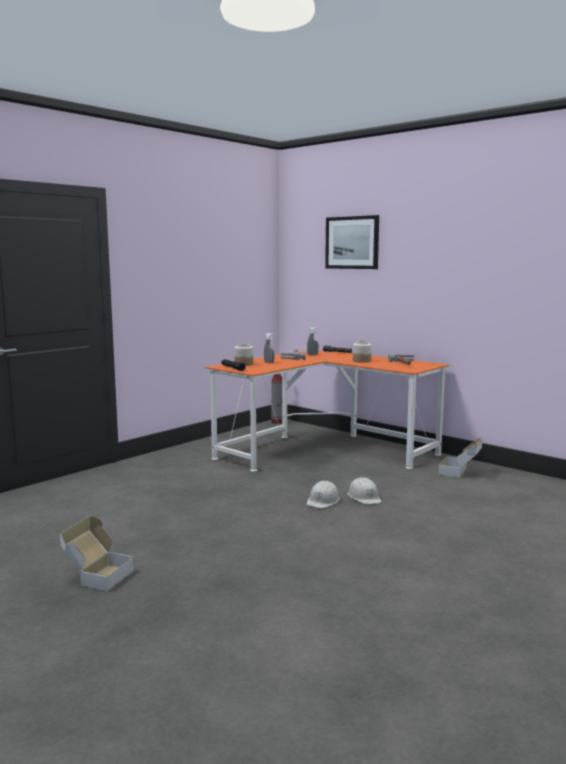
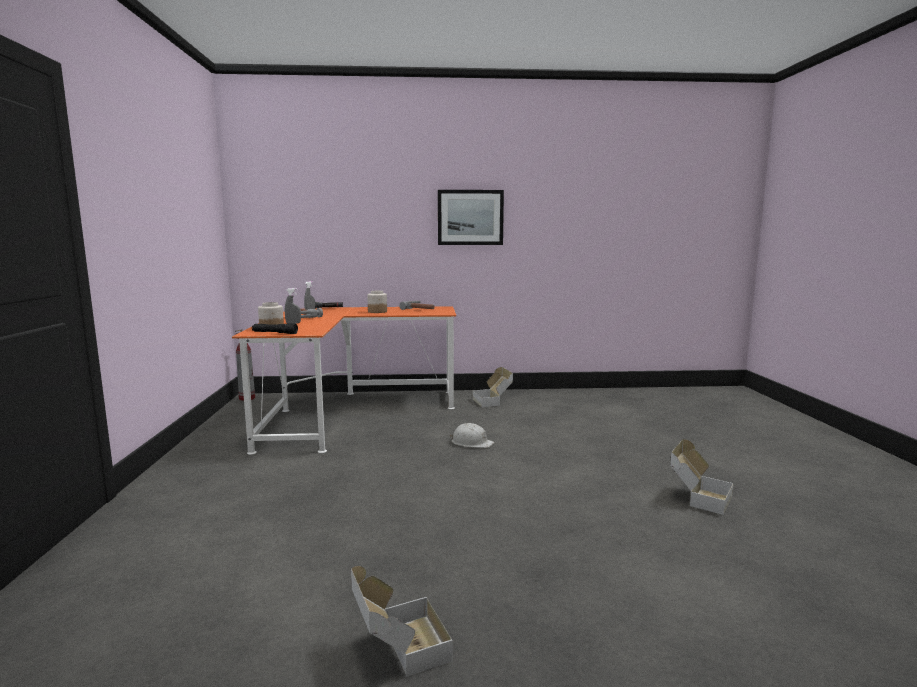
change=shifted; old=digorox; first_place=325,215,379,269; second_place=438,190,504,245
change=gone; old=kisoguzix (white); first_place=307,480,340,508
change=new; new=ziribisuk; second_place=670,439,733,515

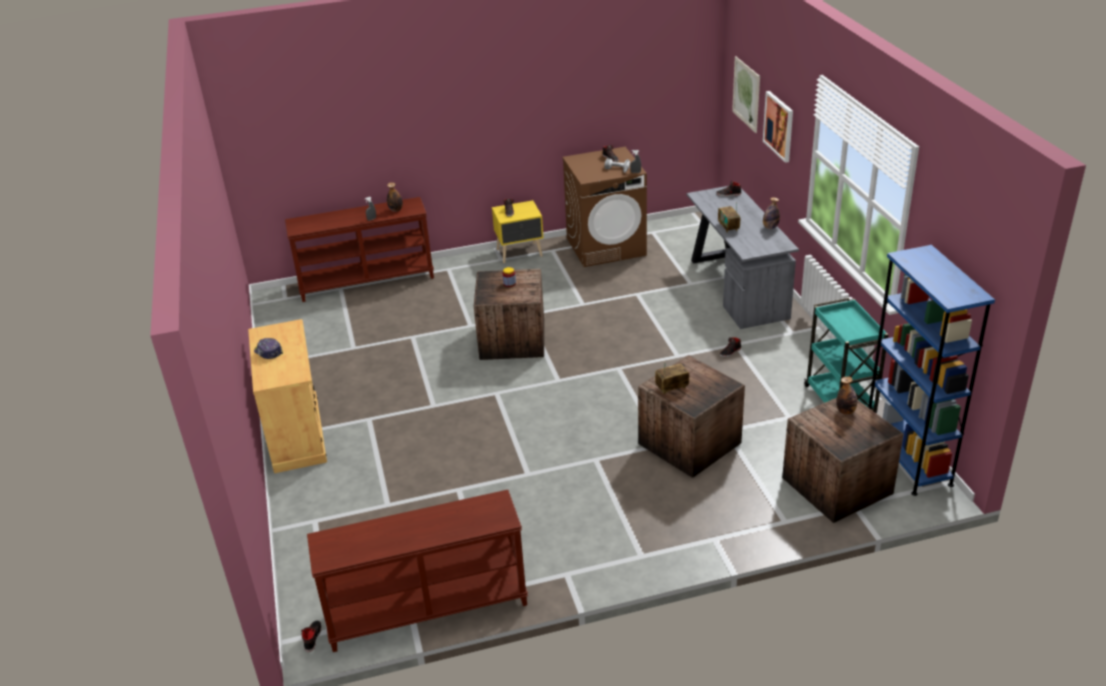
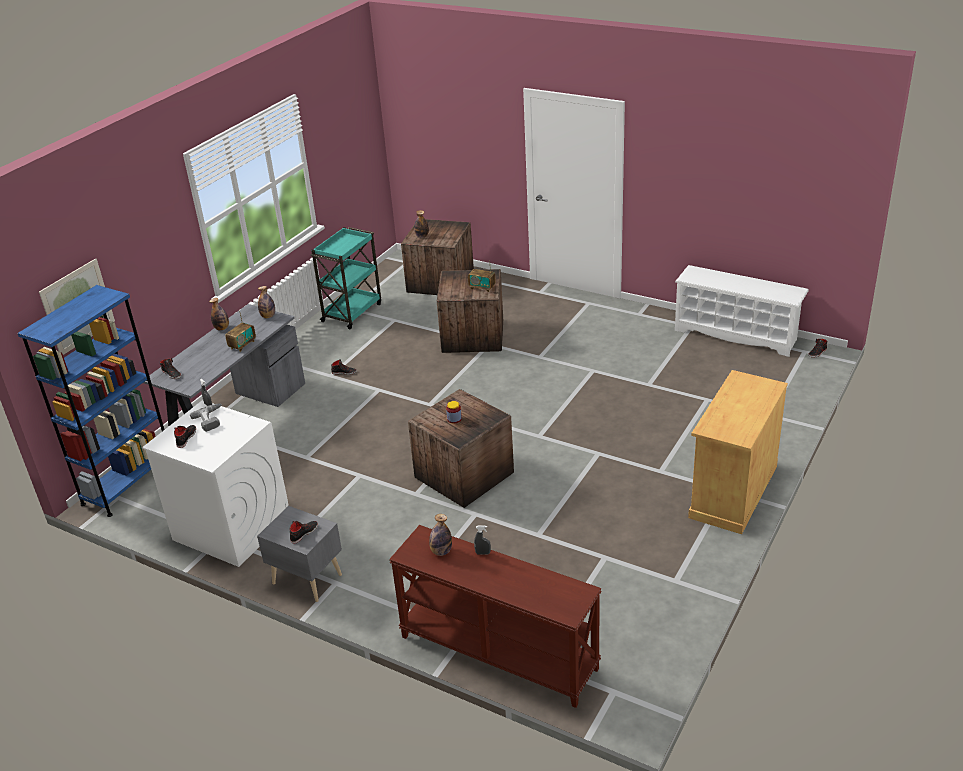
change=gone; old=digorox; first_place=763,91,793,163
change=repainted; old=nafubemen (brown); new=nafubemen (white); first_place=562,147,647,267; second_place=142,400,289,567
change=repainted; old=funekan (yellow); new=funekan (grey); first_place=492,200,543,263; second_place=257,506,342,602
change=shifted; old=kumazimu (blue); first_place=868,245,995,496; second_place=17,285,165,517
change=gone; old=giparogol; first_place=254,338,283,359
change=swapped; old=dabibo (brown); new=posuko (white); first_place=307,490,528,652; second_place=675,265,809,357
change=new; new=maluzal; second_place=258,286,275,318

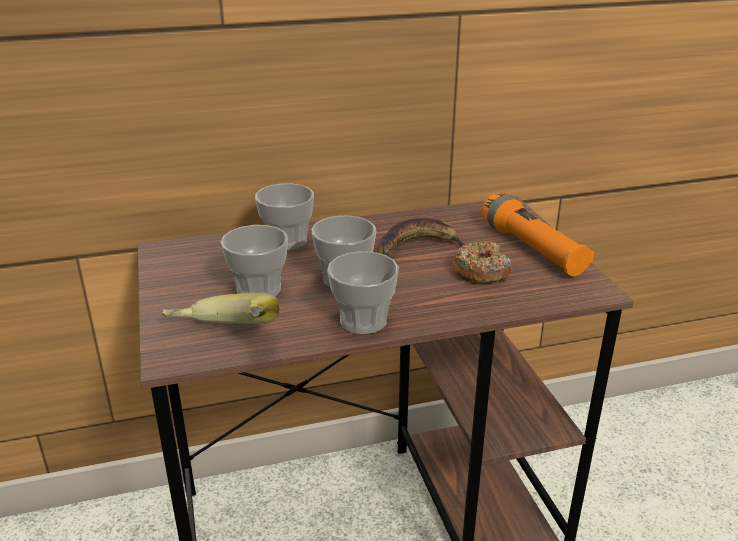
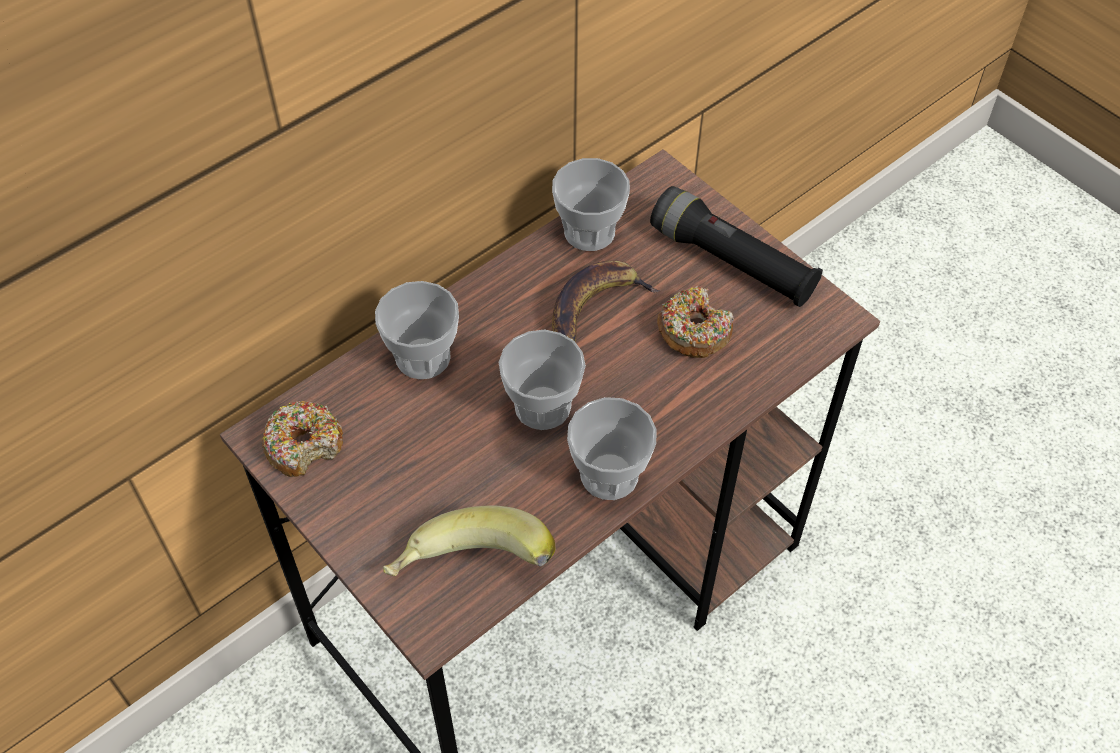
change=repainted; old=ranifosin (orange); new=ranifosin (black); first_place=482,192,594,276; second_place=650,186,823,307
change=shifted; old=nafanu; first_place=221,225,288,296; second_place=552,158,630,251
change=new; new=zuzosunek; second_place=262,401,343,477

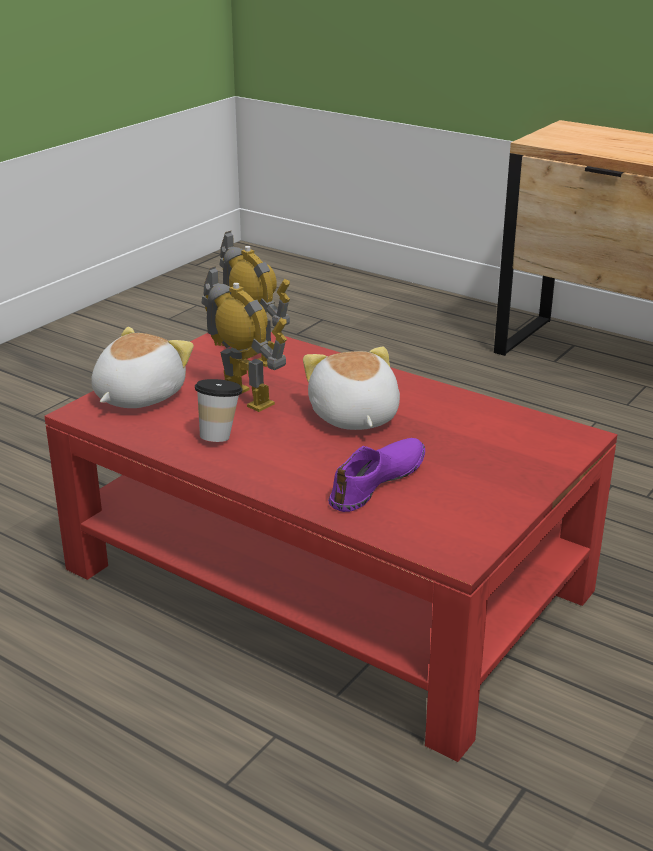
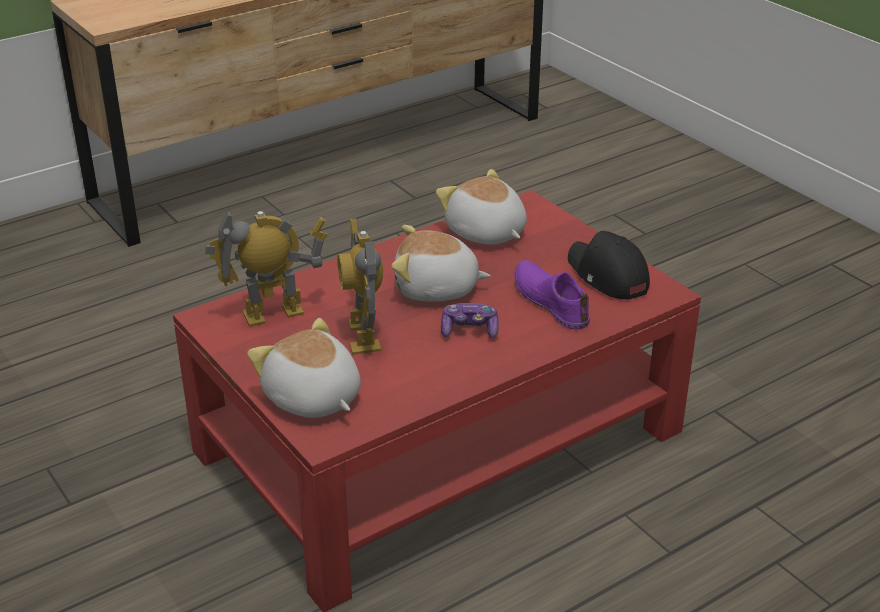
change=rotated; old=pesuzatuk; first_place=201,266,287,412; second_place=337,219,383,355; degrees=-75
change=gone; old=nafanu; first_place=195,379,243,442
change=new; new=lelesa; second_place=436,169,527,245
change=new; new=giparogol (black); second_place=568,231,650,300
change=new; new=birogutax; second_place=441,303,499,339

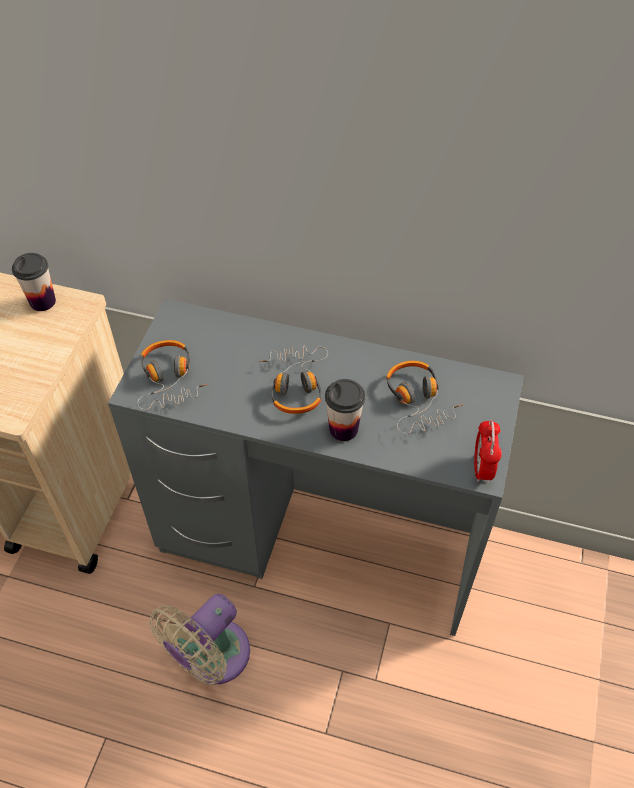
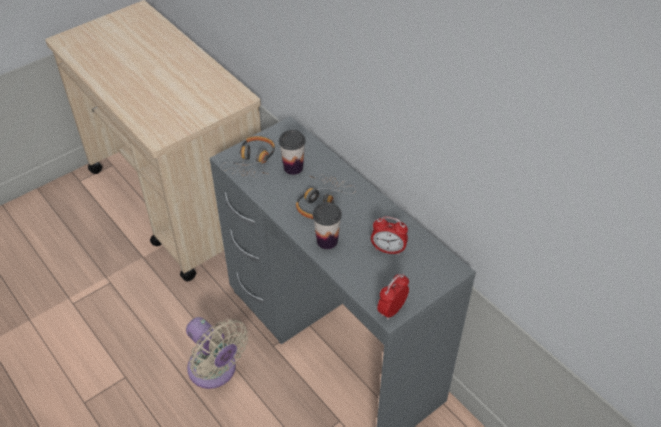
change=shifted; old=nafanu; first_place=12,253,56,311; second_place=279,130,305,175
change=swapped; old=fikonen; new=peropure; first_place=386,361,463,434; second_place=371,216,408,255
change=rotated; old=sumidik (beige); first_place=149,594,250,685; second_place=186,317,248,389; degrees=-120

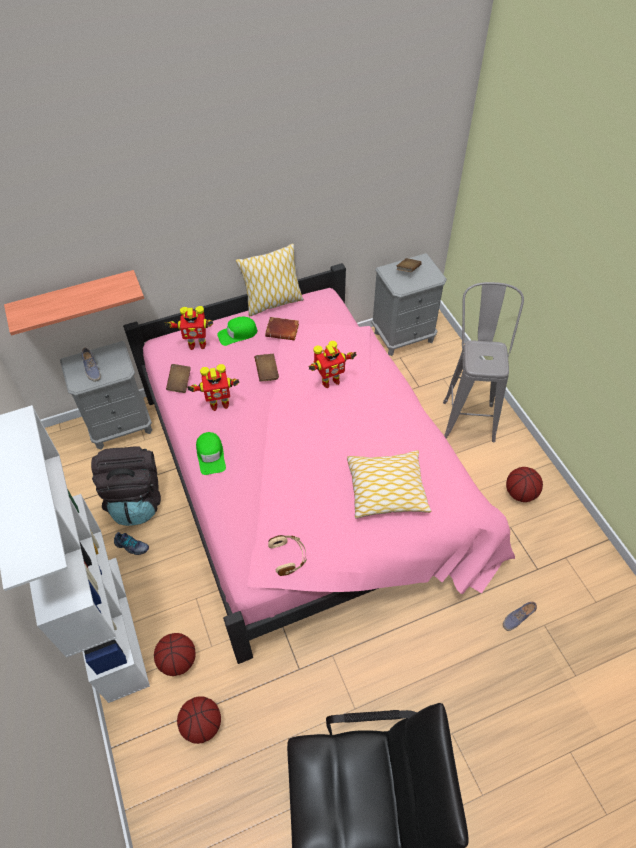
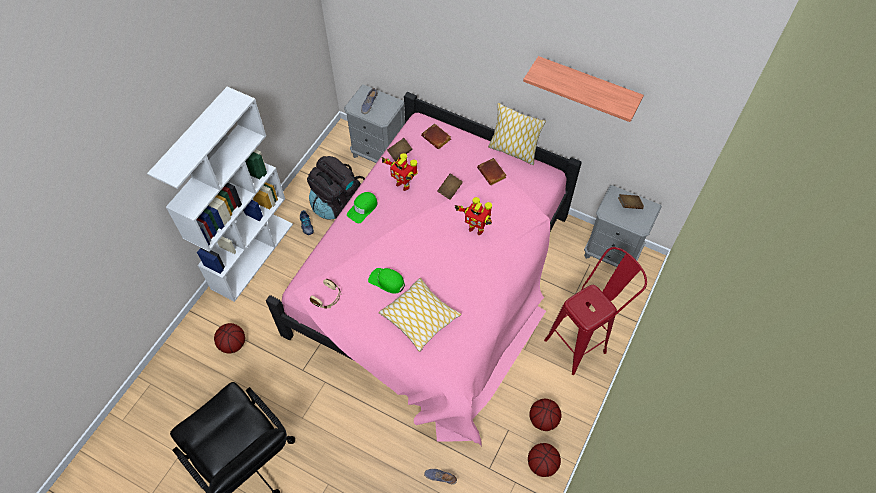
change=shifted; old=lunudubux; first_place=4,270,144,336; second_place=523,56,644,122
change=repainted; old=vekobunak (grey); new=vekobunak (red); first_place=443,282,524,442; second_place=544,247,647,375
change=swapped; old=pesuzatuk; new=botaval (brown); first_place=164,306,213,350; second_place=421,123,451,149
change=shifted; old=giparogol (green); first_place=217,317,257,346; second_place=368,268,405,294
change=shifted; old=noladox; first_place=154,633,196,676; second_place=528,443,561,477

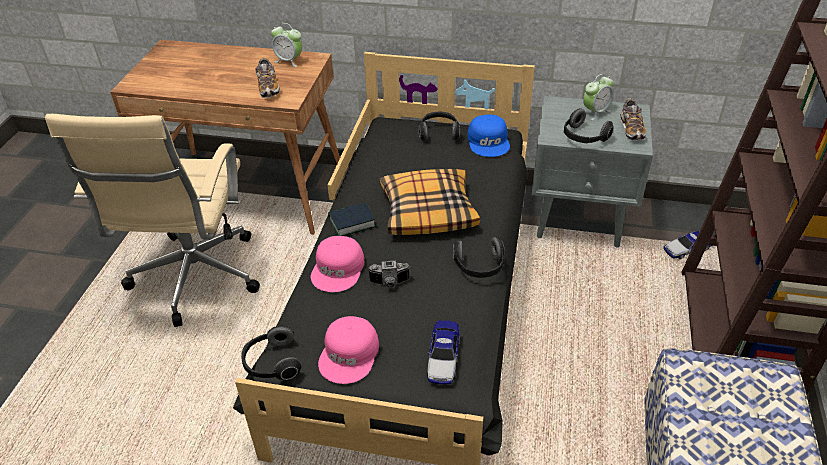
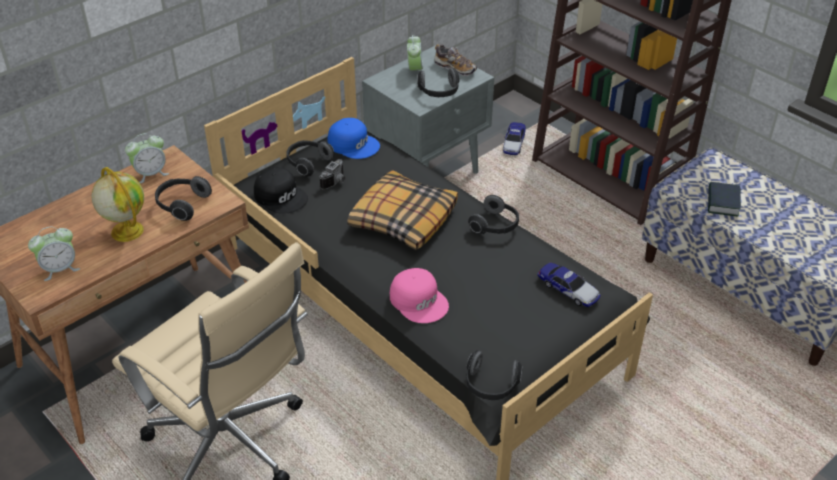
change=swapped; old=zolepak; new=fikonen; first_place=255,58,280,98; second_place=155,176,212,221
change=shifted; old=botaval; first_place=328,202,377,236; second_place=708,182,741,216
change=shifted; old=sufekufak; first_place=368,261,411,288; second_place=320,159,345,189
change=gone; old=giparogol (pink); first_place=318,316,379,384
change=new; new=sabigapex; second_place=91,167,144,242
change=new; new=giparogol (black); second_place=254,168,308,214
change=new; new=peropure; second_place=28,226,80,281

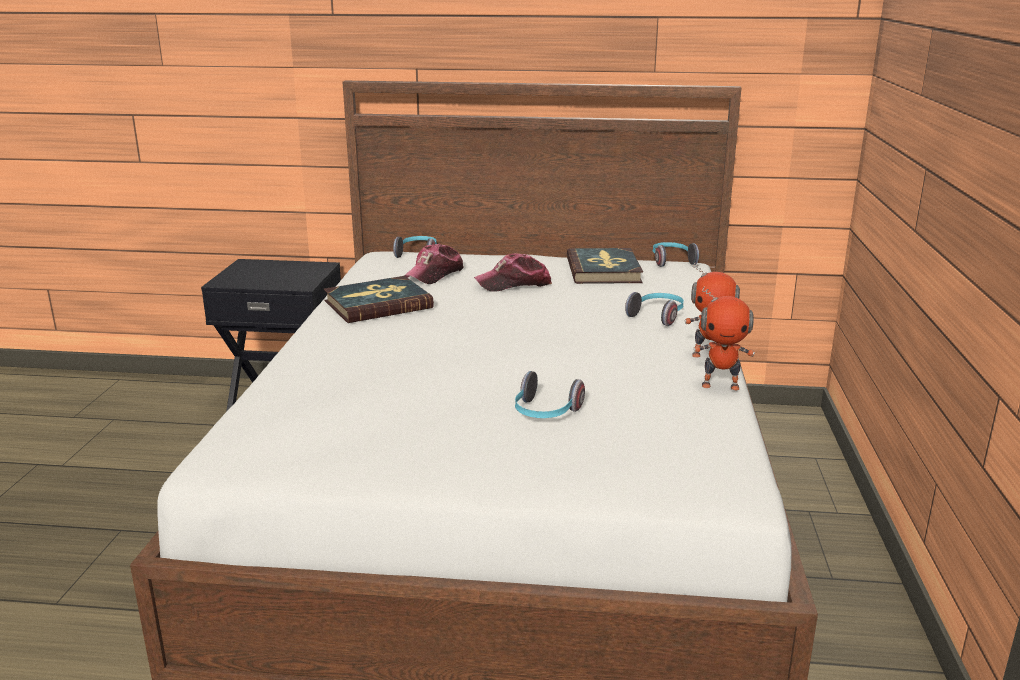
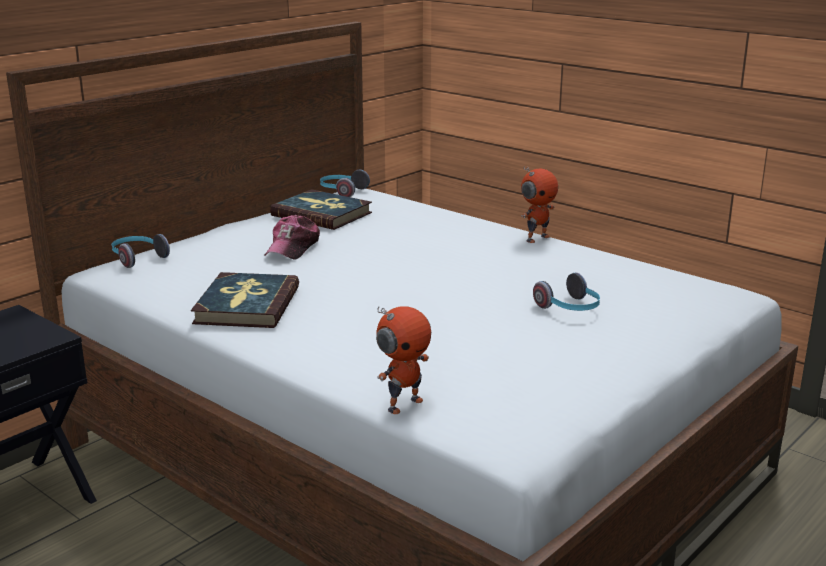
change=gone; old=giparogol; first_place=404,244,464,284
change=shifted; old=pesuzatuk; first_place=693,286,755,390; second_place=376,306,431,414
change=gone; old=fikonen; first_place=625,292,684,326

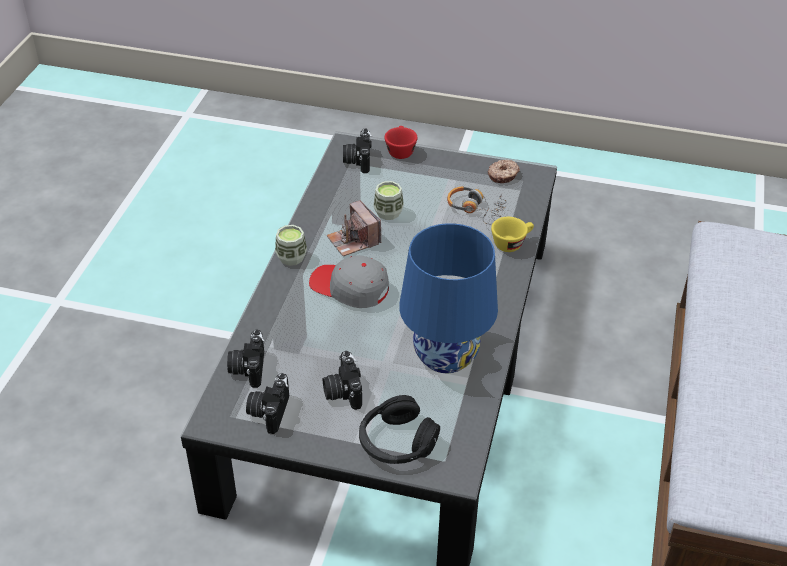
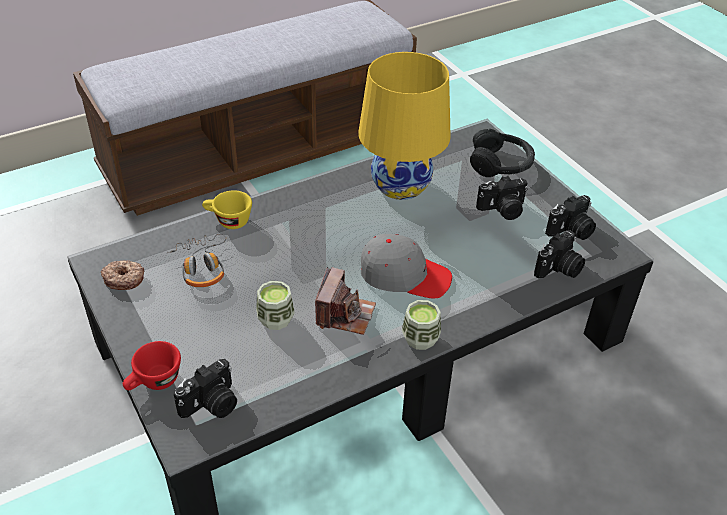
change=repainted; old=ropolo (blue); new=ropolo (yellow); first_place=399,223,498,373; second_place=358,52,451,200
change=rotated; old=giparogol (grey); first_place=309,255,389,308; second_place=361,234,452,298; degrees=-60
change=rotated; old=sufekufak; first_place=323,351,362,410; second_place=476,176,528,220; degrees=45

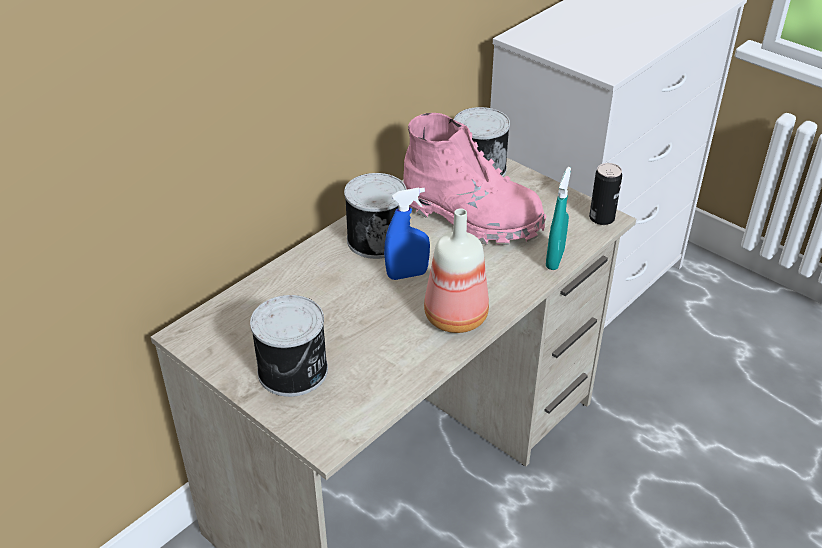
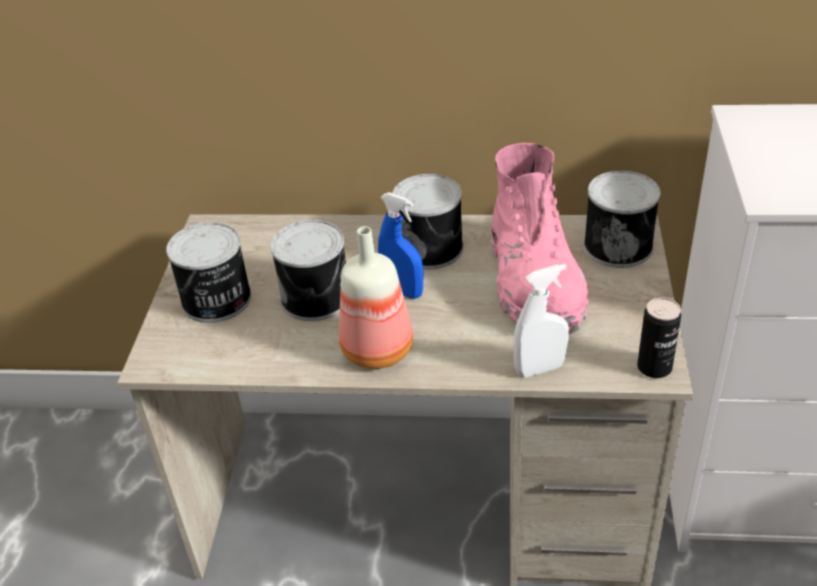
change=repainted; old=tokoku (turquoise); new=tokoku (white); first_place=546,167,571,270; second_place=513,264,569,377
change=new; new=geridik; second_place=270,220,346,321

